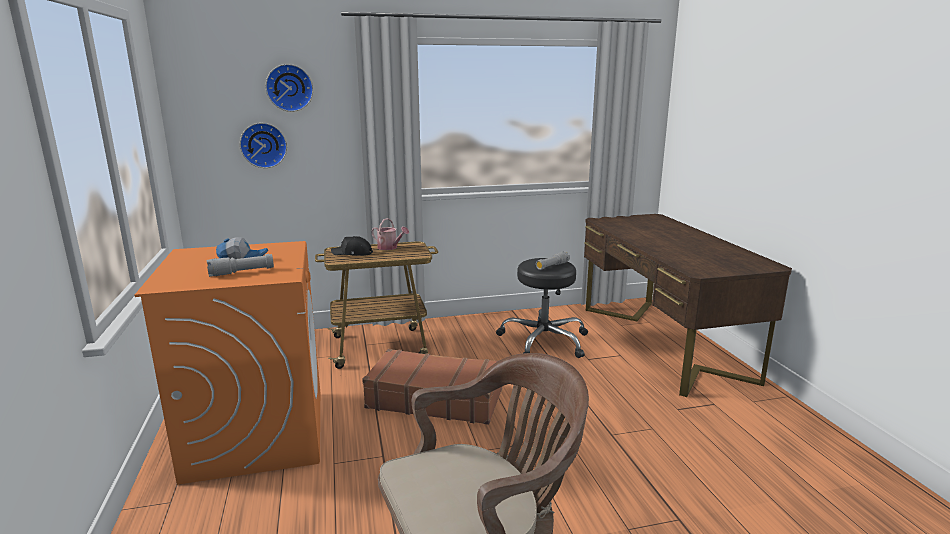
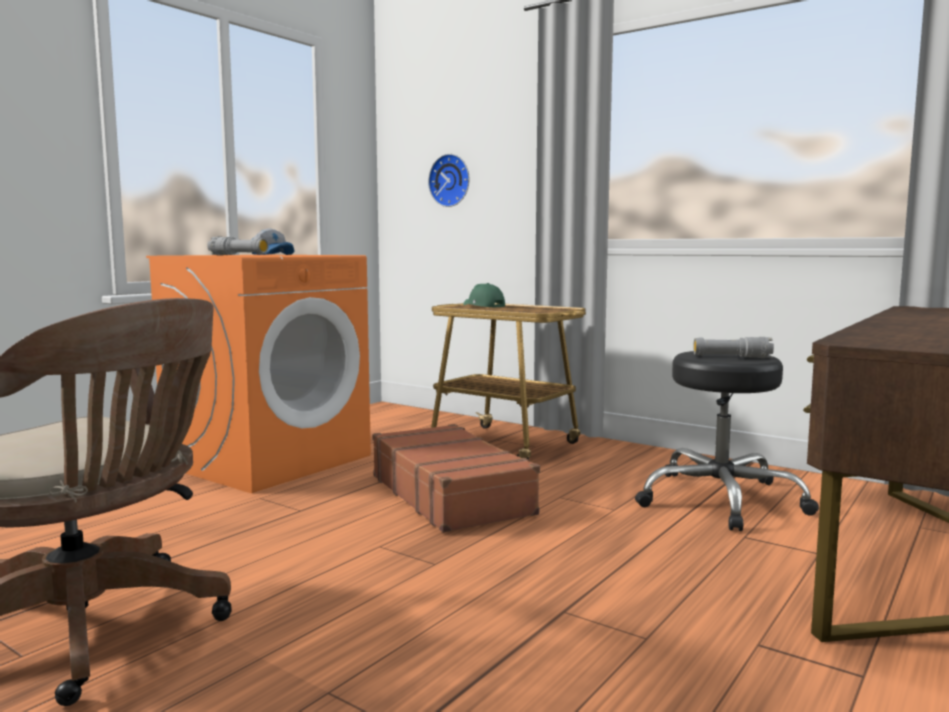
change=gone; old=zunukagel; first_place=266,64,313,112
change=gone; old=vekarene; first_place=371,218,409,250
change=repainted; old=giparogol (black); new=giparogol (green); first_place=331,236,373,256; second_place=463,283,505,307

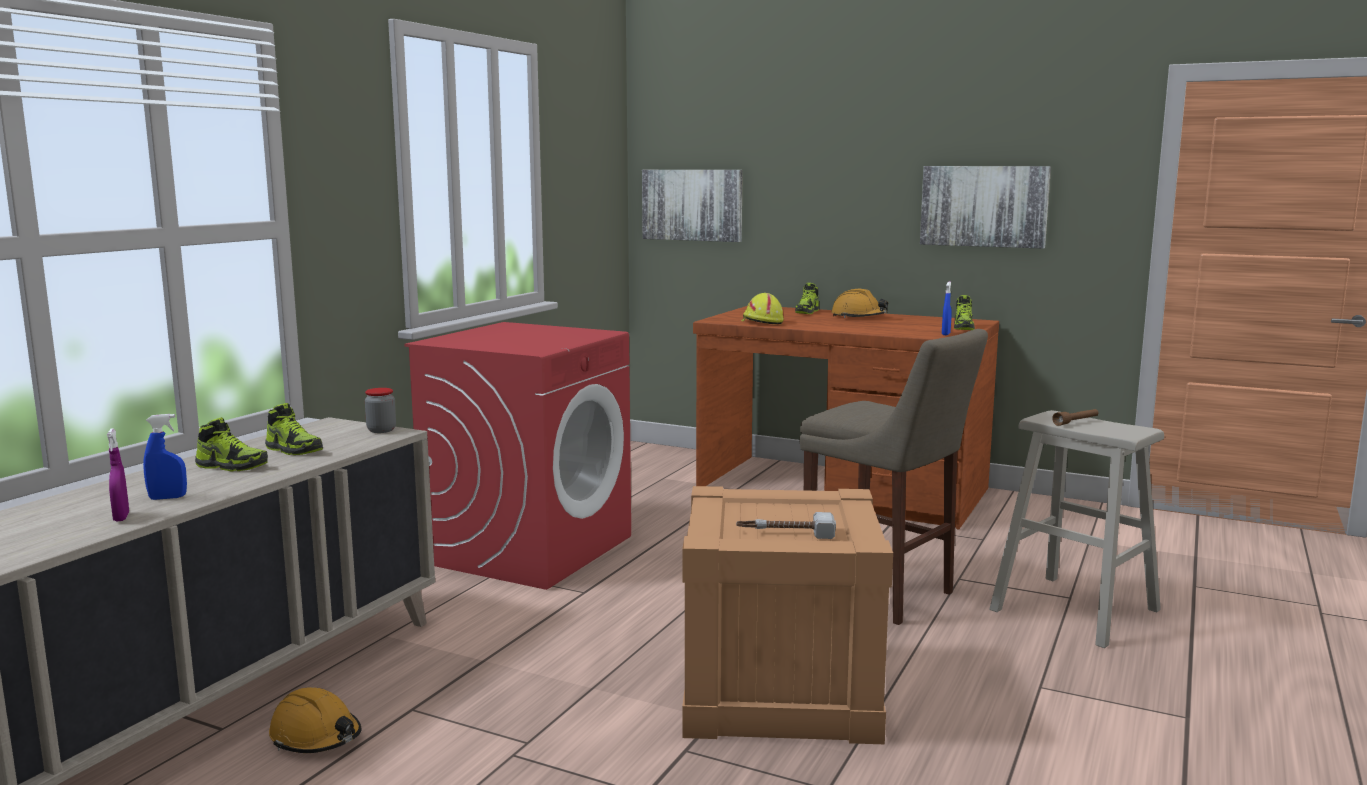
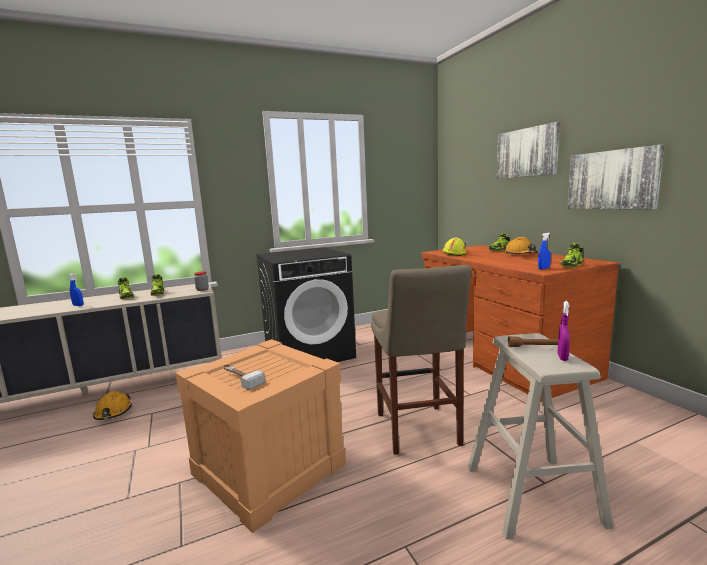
change=shifted; old=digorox; first_place=642,170,743,242; second_place=497,122,560,179
change=repainted; old=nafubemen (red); new=nafubemen (black); first_place=404,322,631,590; second_place=256,247,356,362
change=shifted; old=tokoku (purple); first_place=107,428,129,521; second_place=558,301,570,361

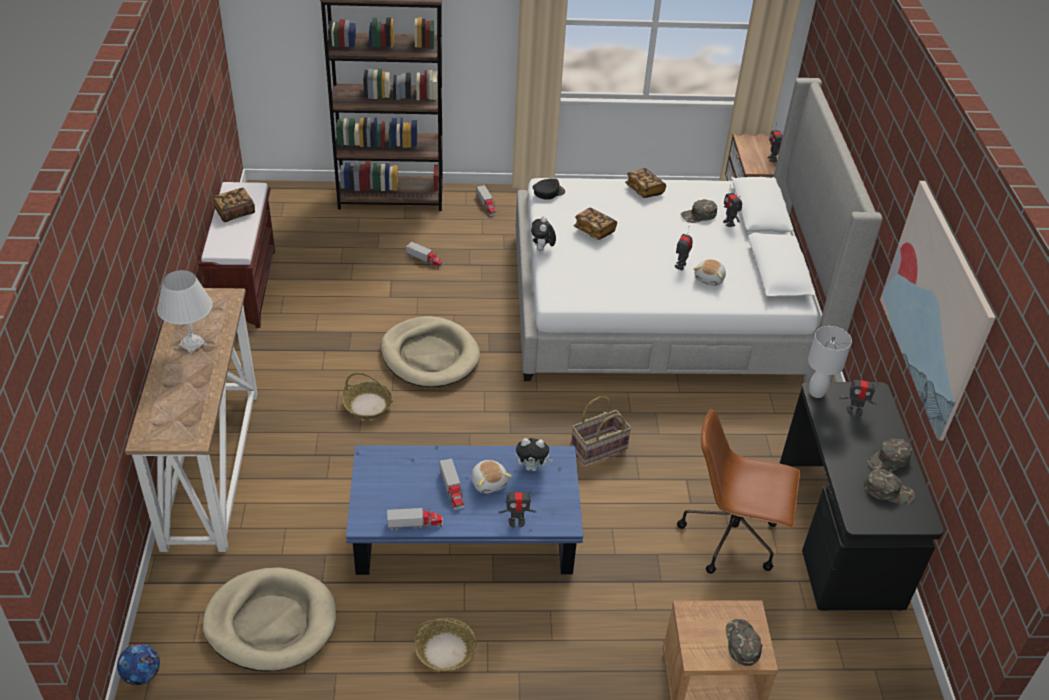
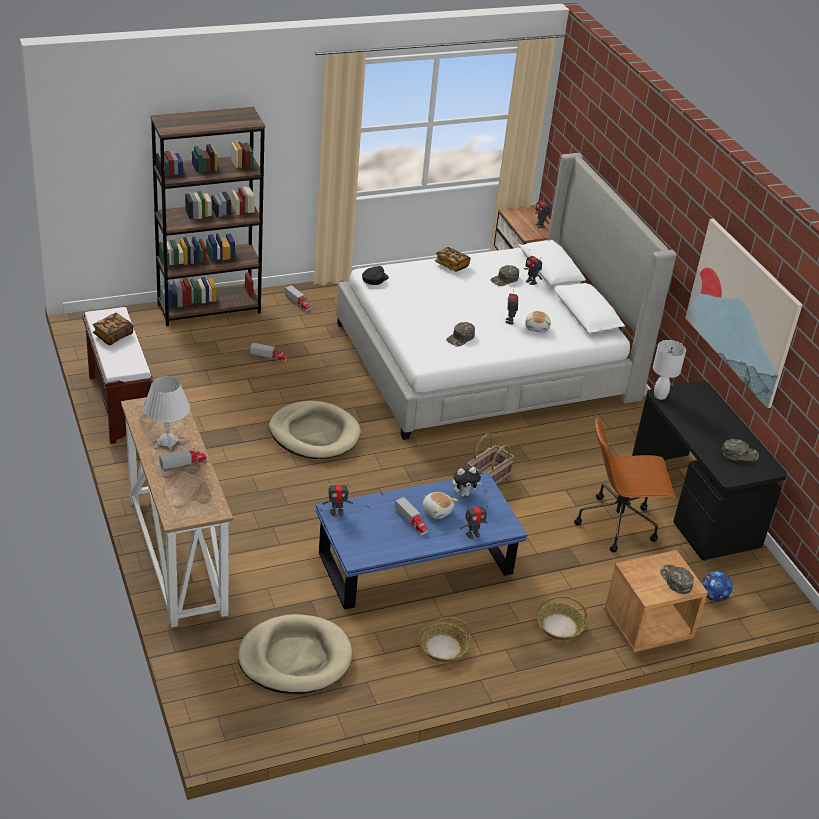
change=gone; old=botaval; first_place=574,208,617,240
change=gone; old=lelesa; first_place=531,217,556,251
change=shifted; old=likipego; first_place=342,372,393,419; second_place=537,596,587,640
change=shifted; old=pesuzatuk; first_place=840,377,879,417; second_place=322,481,353,516
change=shifted; old=giparogol (green); first_place=867,438,912,472; second_place=446,322,475,346
change=shifted; old=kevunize; first_place=387,507,443,530; second_place=159,448,207,472
change=shifted; old=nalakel; first_place=117,643,160,685; second_place=702,571,733,602

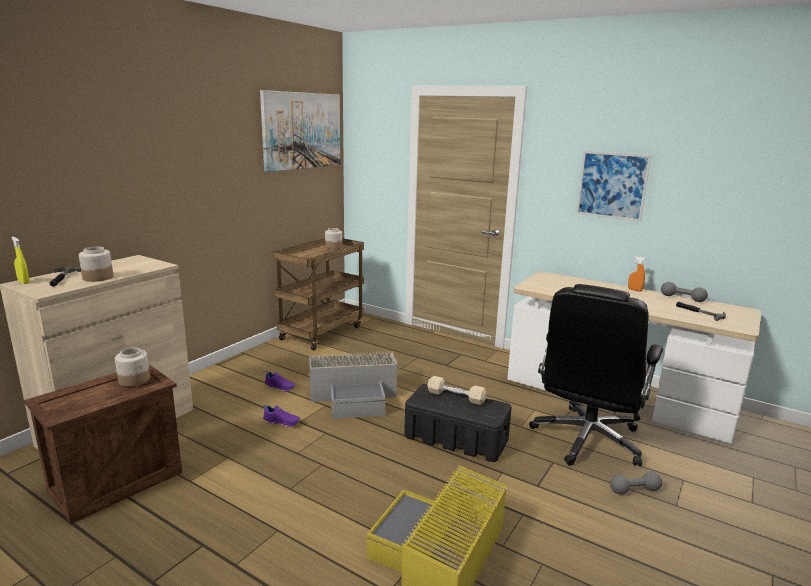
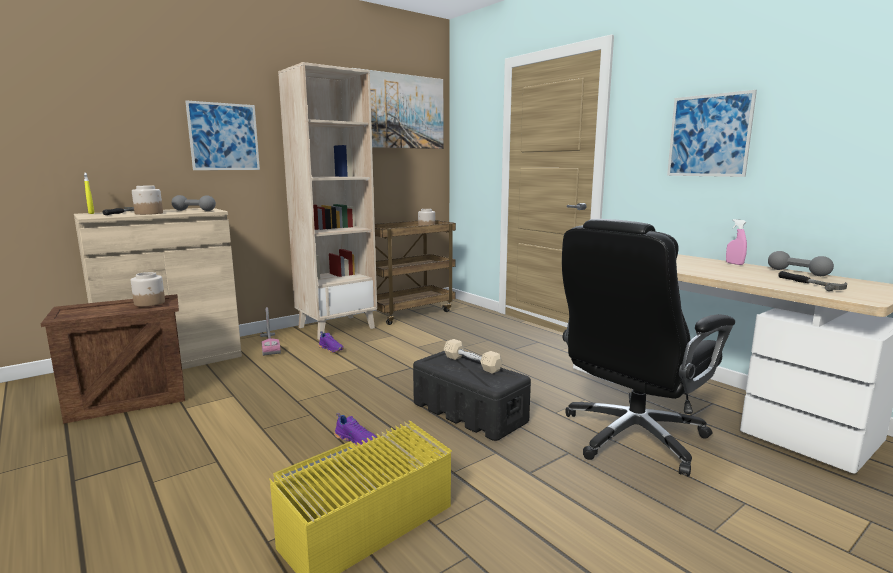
change=repainted; old=tokoku (orange); new=tokoku (pink); first_place=628,256,645,292; second_place=726,219,747,265
change=gone; old=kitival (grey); first_place=309,351,397,419
change=shifted; old=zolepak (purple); first_place=262,404,300,427; second_place=334,413,377,446
change=shifted; old=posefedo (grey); first_place=610,472,662,494; second_place=172,195,216,211
change=new; new=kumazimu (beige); second_place=278,62,377,340
change=new; new=digorox; second_place=185,101,260,170
change=new; new=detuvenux; second_place=260,307,281,356

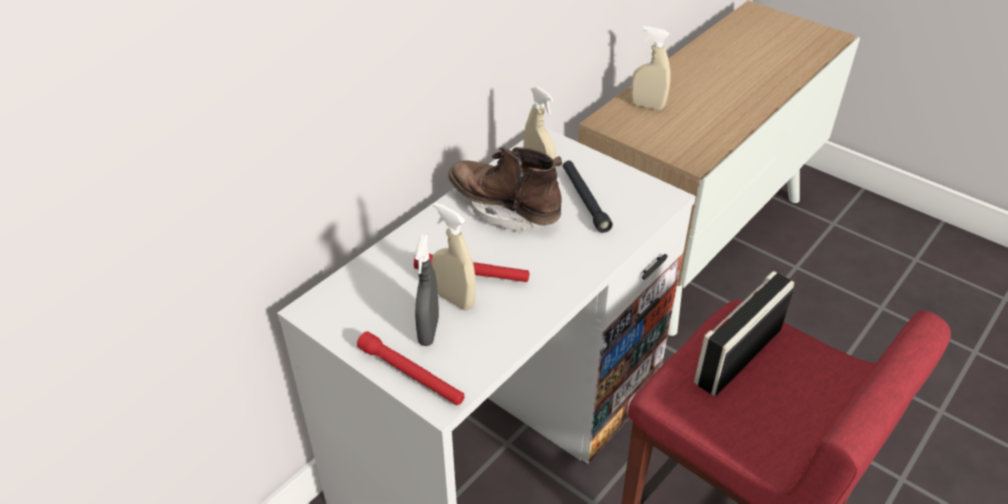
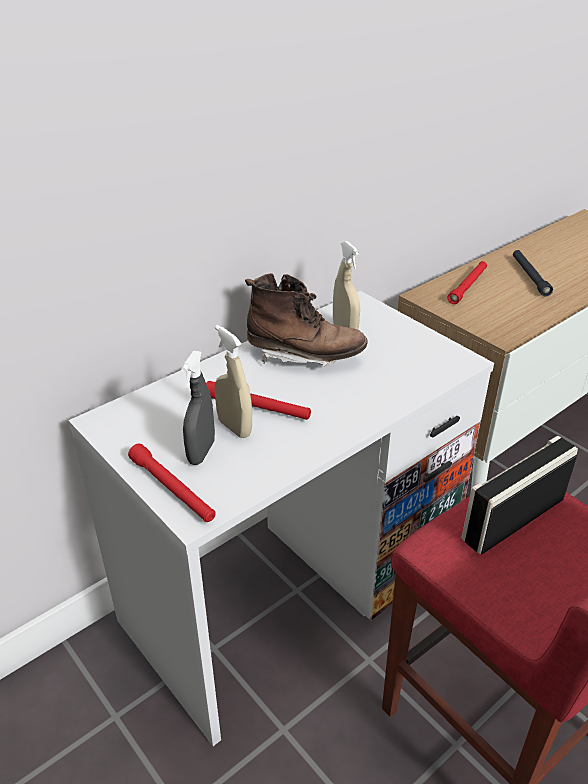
change=swapped; old=tokoku (beige); new=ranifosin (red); first_place=631,26,671,110; second_place=447,261,487,304
change=rotated; old=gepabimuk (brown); first_place=448,147,562,233; second_place=245,273,367,367; degrees=150
change=shifted; old=ranifosin (black); first_place=563,161,613,233; second_place=513,250,553,296

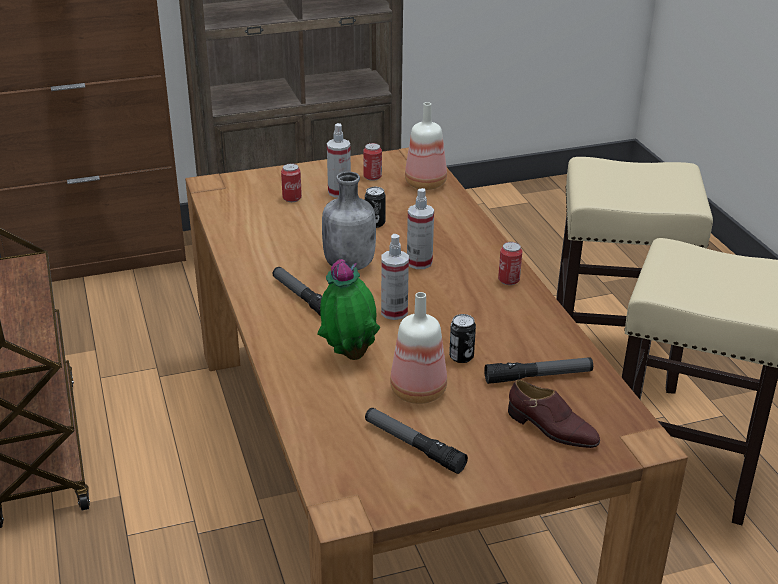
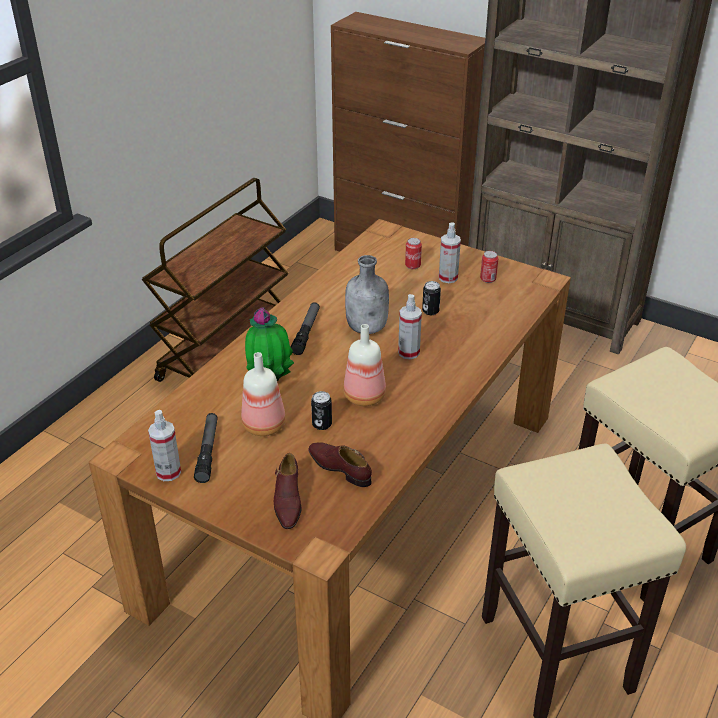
change=shifted; old=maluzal; first_place=405,102,447,190; second_place=343,324,386,406
change=shifted; old=tokoku; first_place=381,234,409,320; second_place=148,410,181,481
change=gone; old=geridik; first_place=498,242,522,285
change=swapped; old=ranifosin; new=zolepak (brown); first_place=484,357,593,384; second_place=308,442,372,487

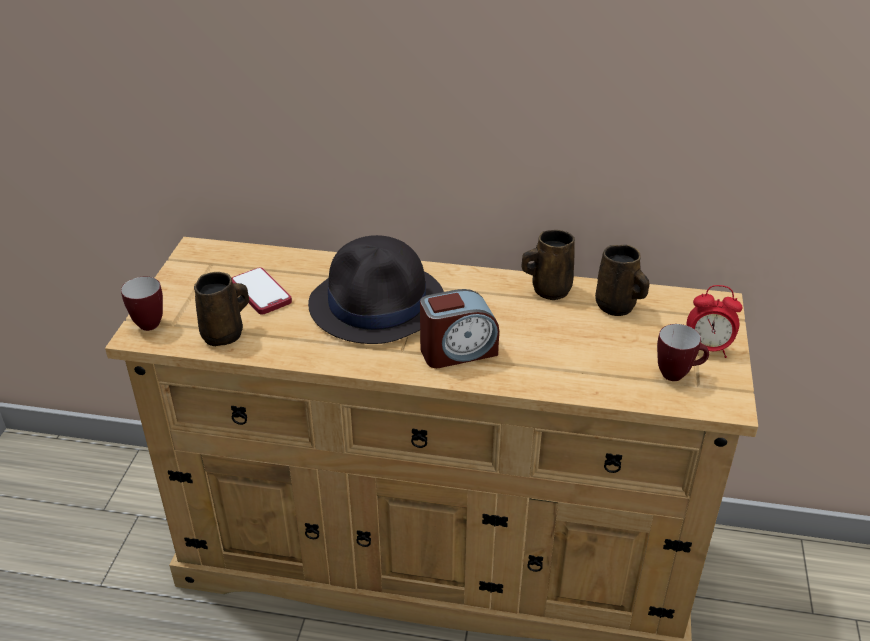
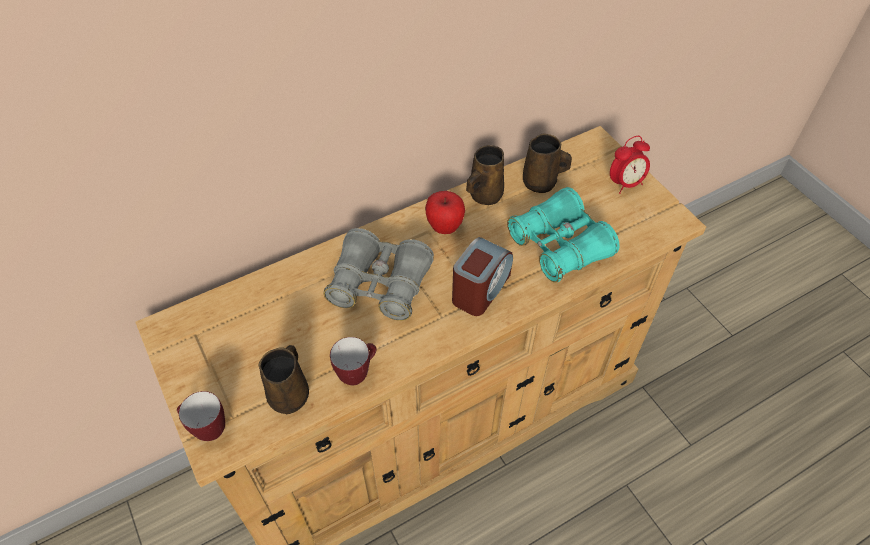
change=swapped; old=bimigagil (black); new=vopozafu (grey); first_place=308,235,444,344; second_place=324,228,434,321
change=gone; old=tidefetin; first_place=232,267,292,315
change=shifted; old=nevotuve; first_place=657,324,709,381; second_place=330,337,377,385
change=new; new=vopozafu (turquoise); second_place=507,187,620,283
change=new; new=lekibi; second_place=425,191,465,234

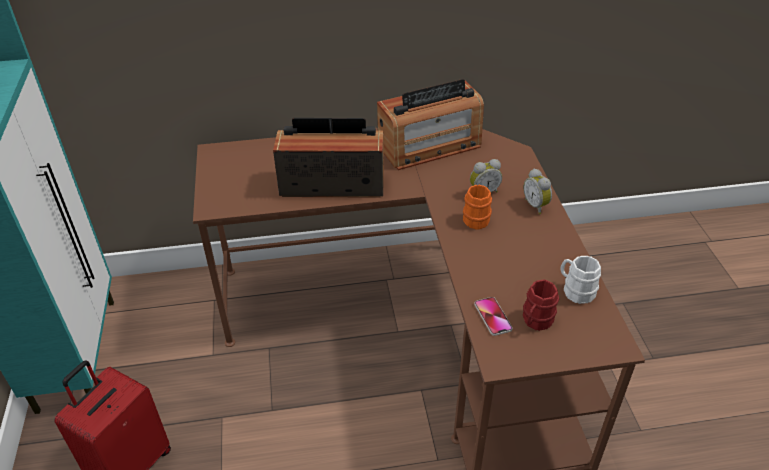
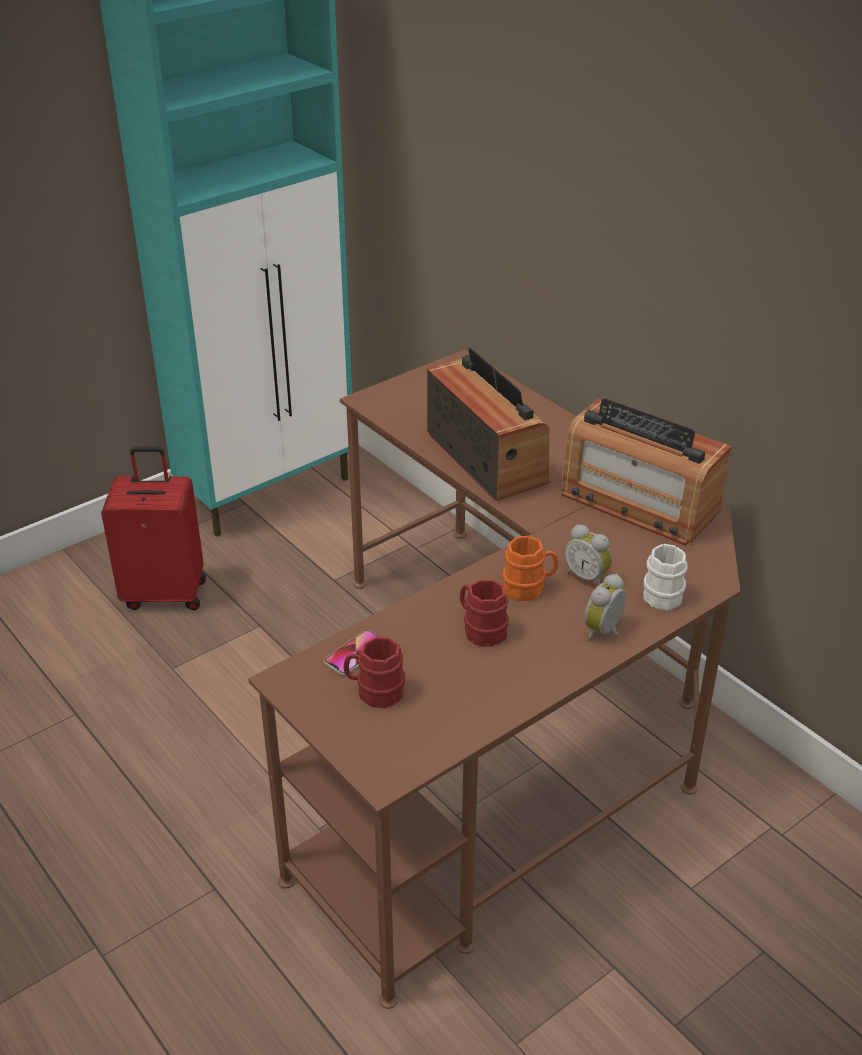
change=shifted; old=nevotuve (white); first_place=561,256,601,304; second_place=643,544,688,611
change=new; new=nevotuve (red); second_place=460,580,509,646

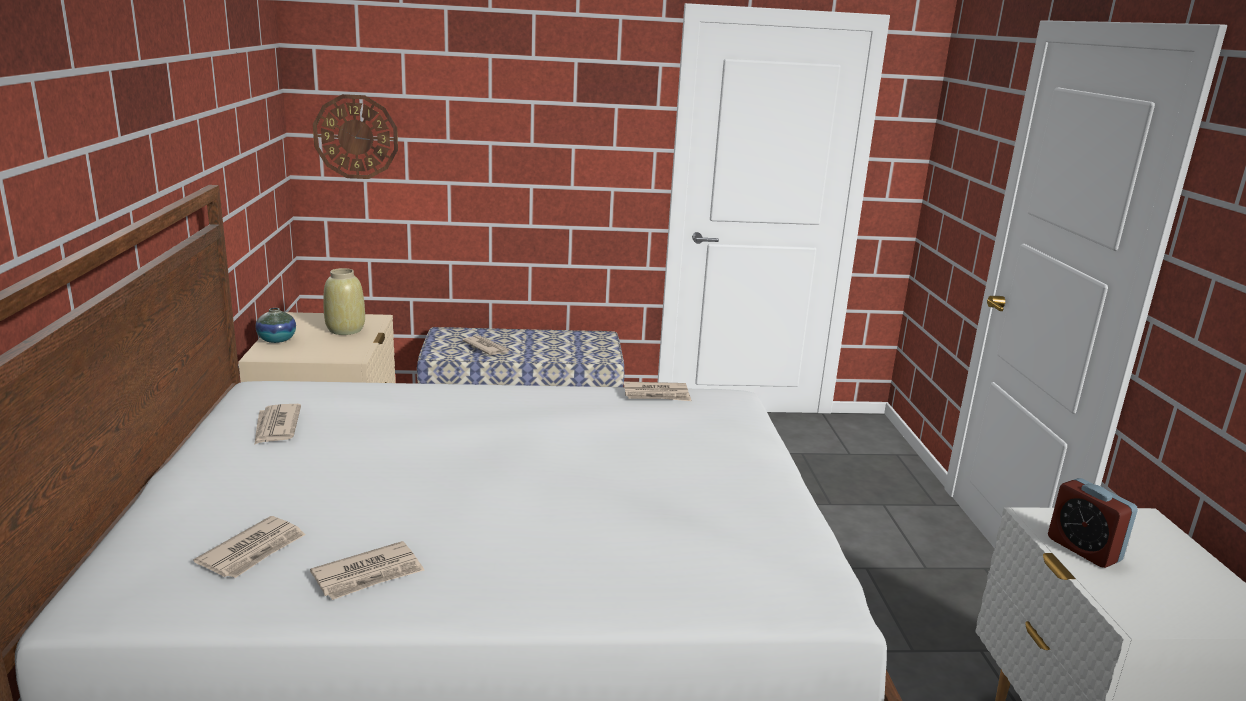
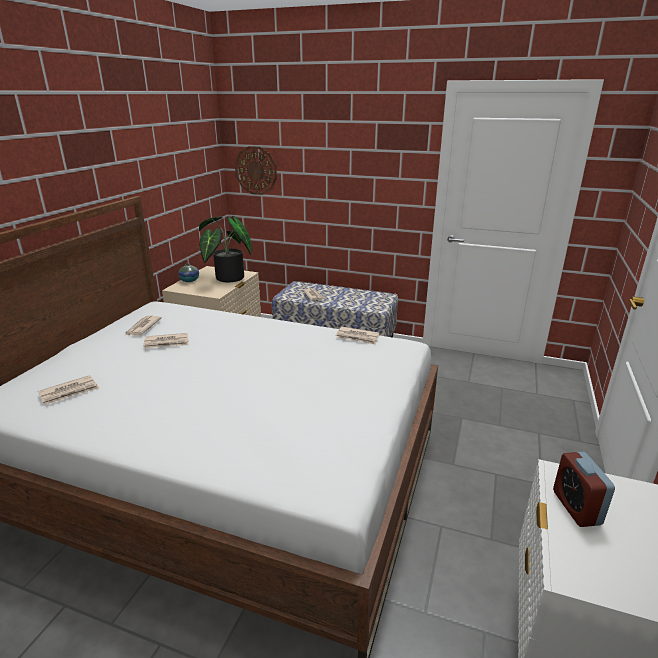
change=swapped; old=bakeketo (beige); new=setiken; first_place=323,268,365,335; second_place=199,216,251,282
change=shifted; old=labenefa; first_place=310,541,424,600; second_place=143,333,189,348

